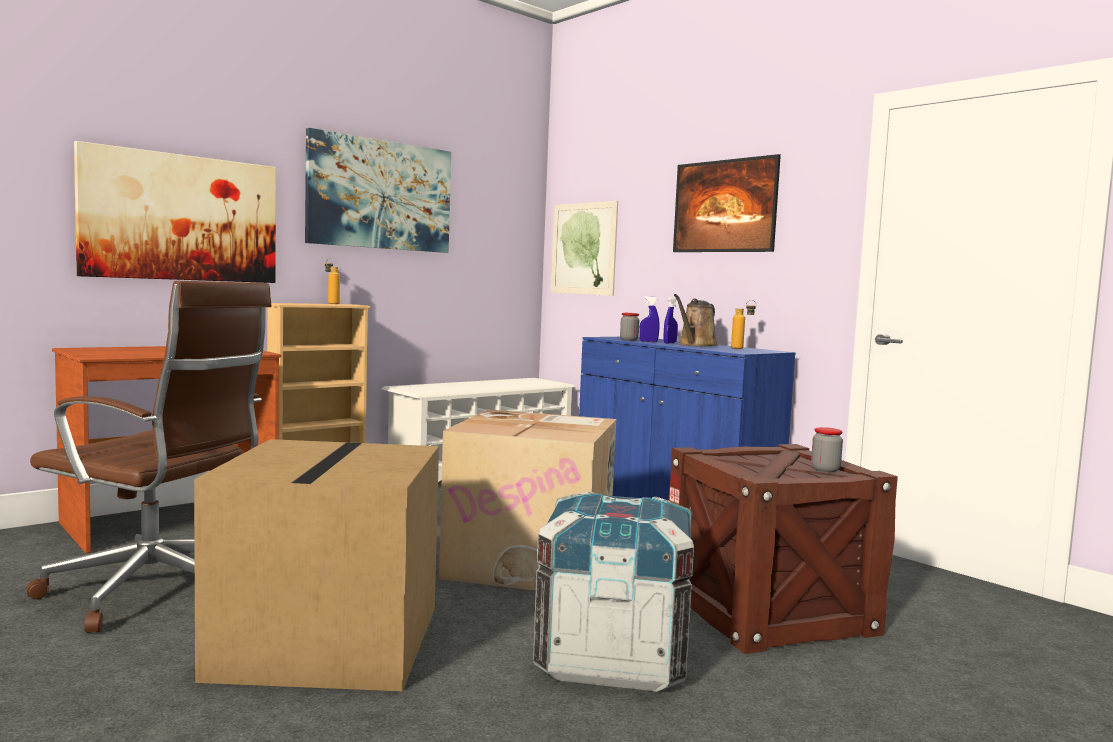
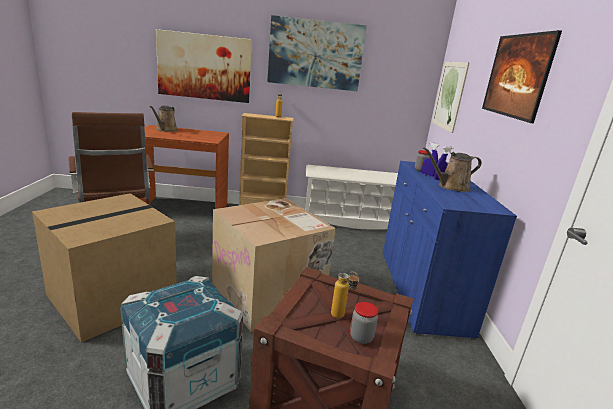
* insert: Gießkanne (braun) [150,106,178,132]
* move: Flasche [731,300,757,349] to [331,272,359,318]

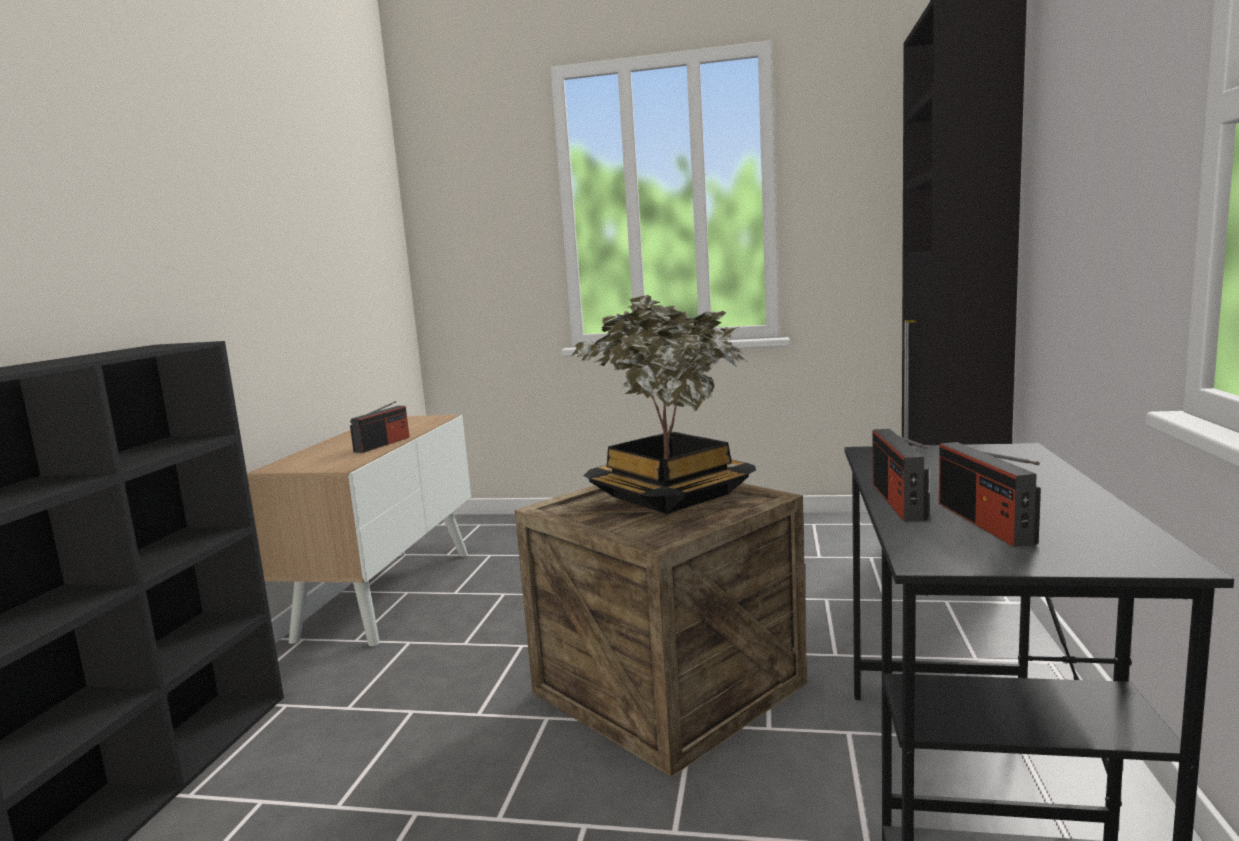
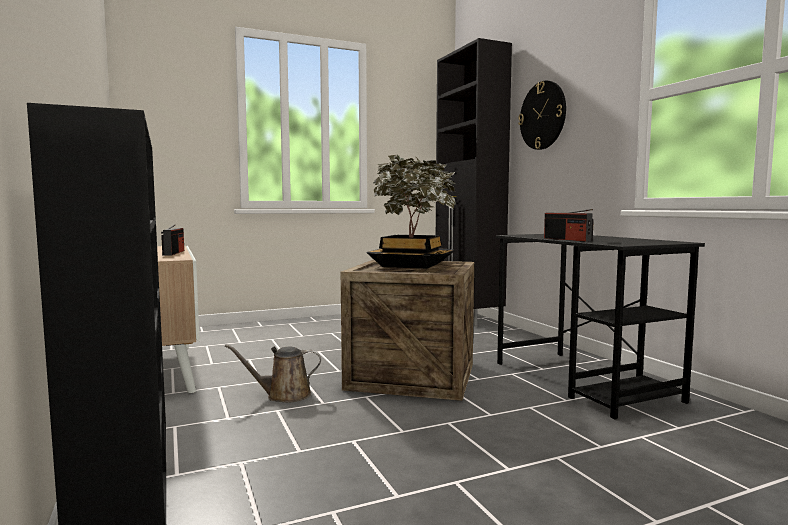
* insert: Gießkanne (braun) [225,344,321,403]
* insert: Wanduhr [518,81,566,150]
* delete: Radio [939,442,1041,547]

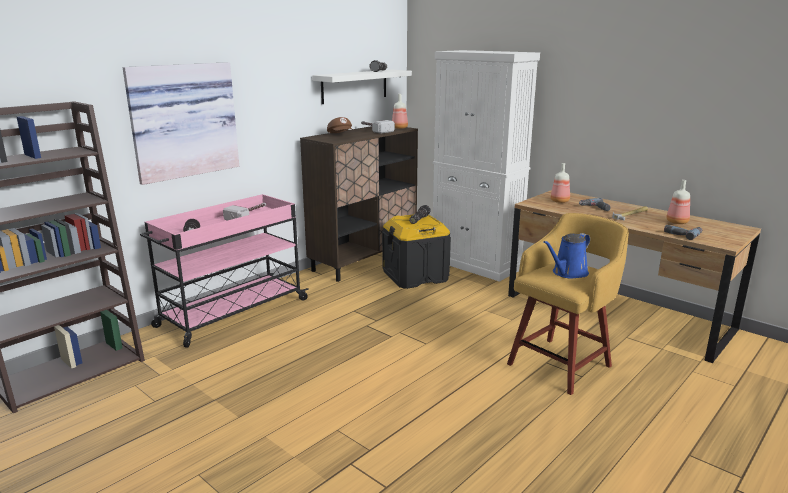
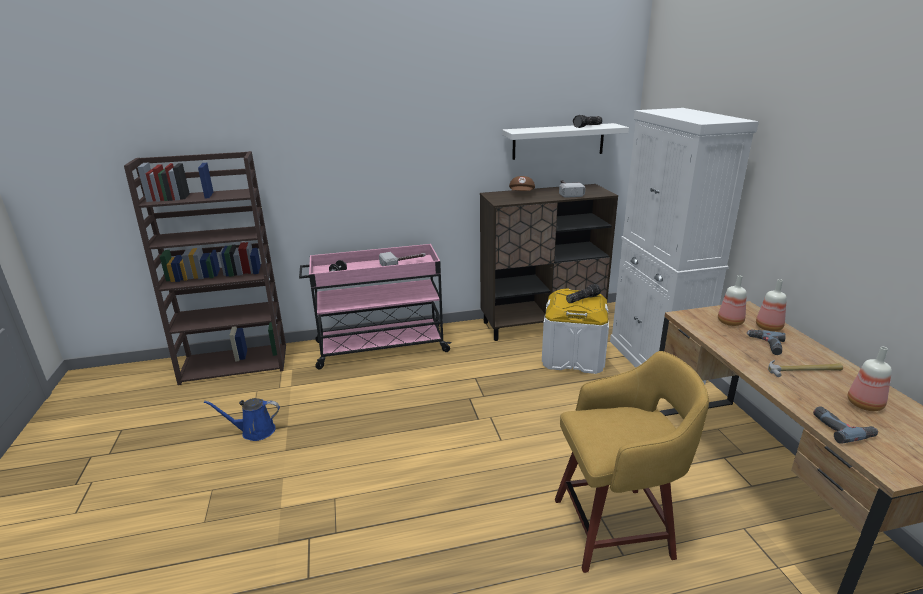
* move: Gießkanne (blau) [543,233,590,279] to [204,398,280,441]
* recolor: Aufbewahrungsbox (schwarz) [382,213,451,289] to Aufbewahrungsbox (weiß) [542,288,609,374]
* move: Flasche [392,94,408,129] to [756,279,787,331]
* delete: Bild [123,62,239,185]

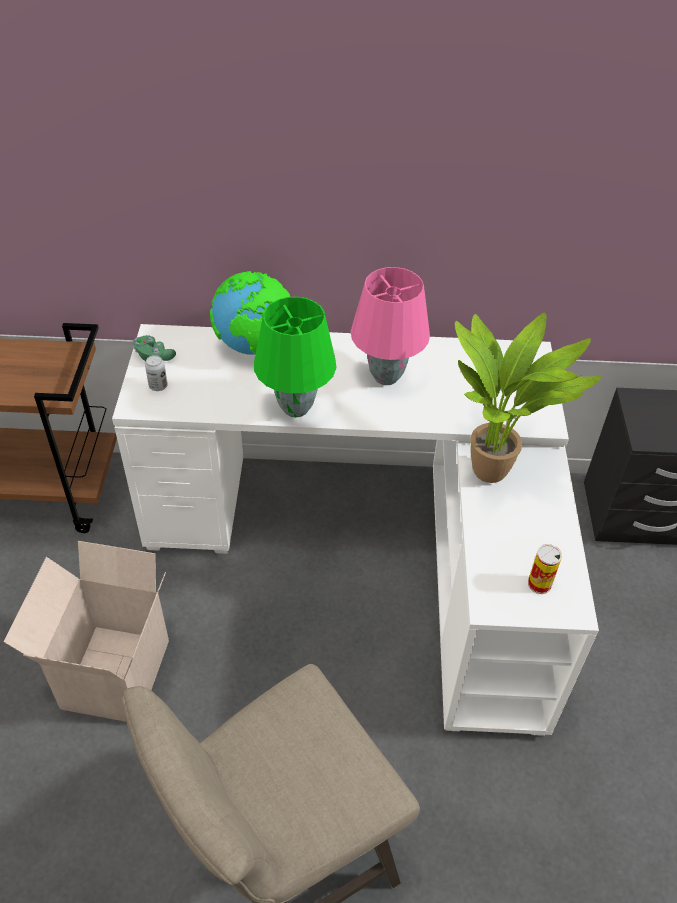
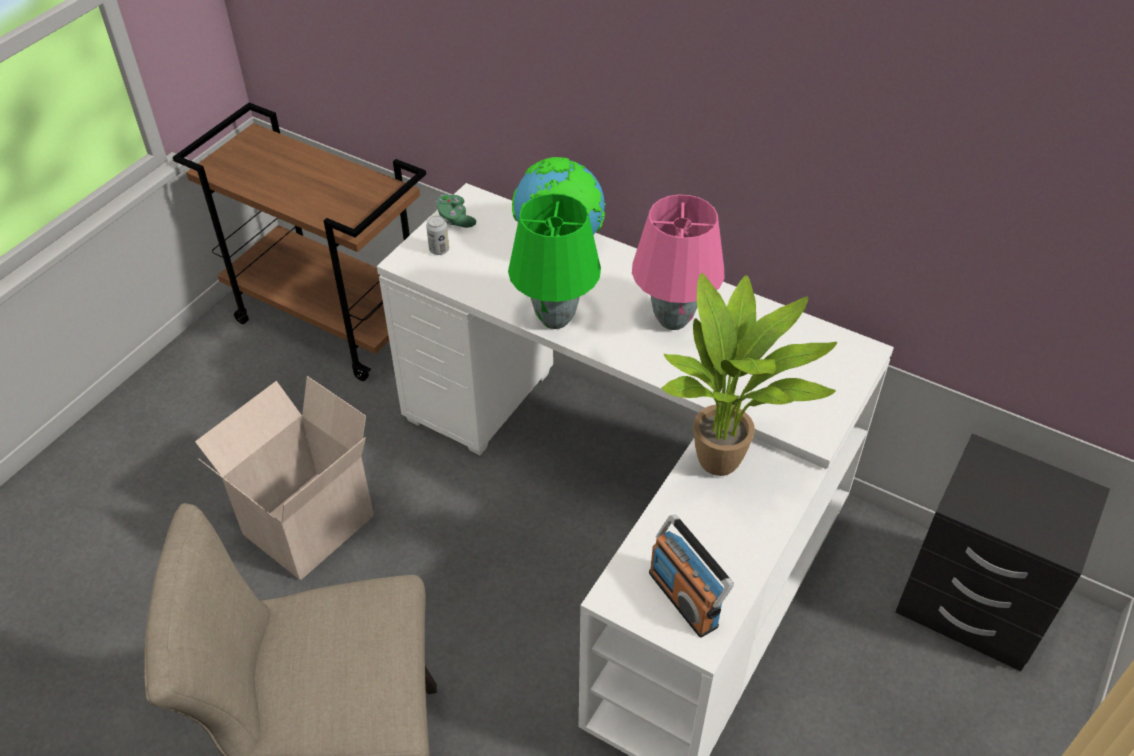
* replace: Dose [528,544,562,594] to Radio [649,515,734,638]

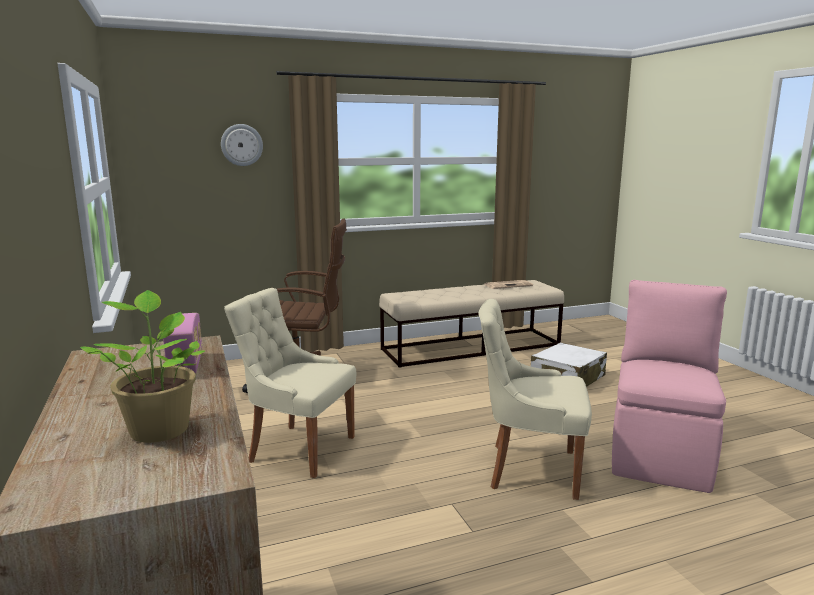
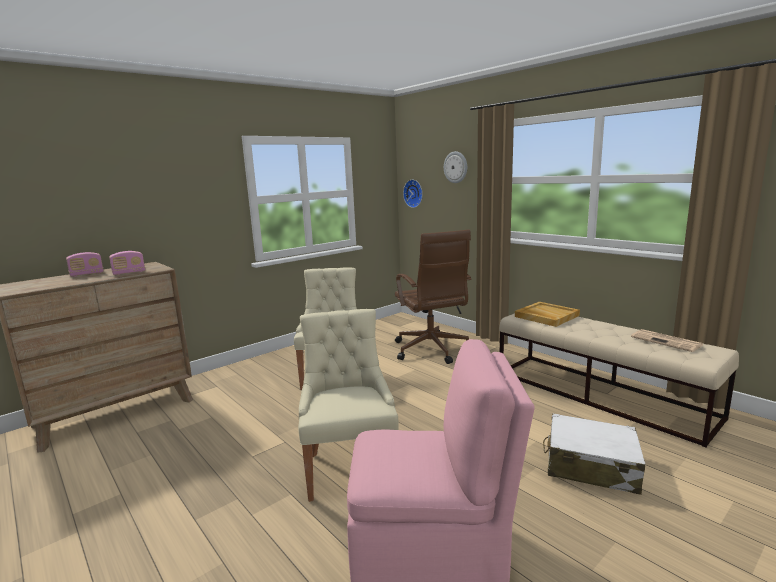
* insert: Radio [66,252,104,277]
* insert: Wanduhr [403,179,423,208]
* insert: Tablett (beige) [515,302,580,327]
* delete: Topfpflanze [80,290,206,443]

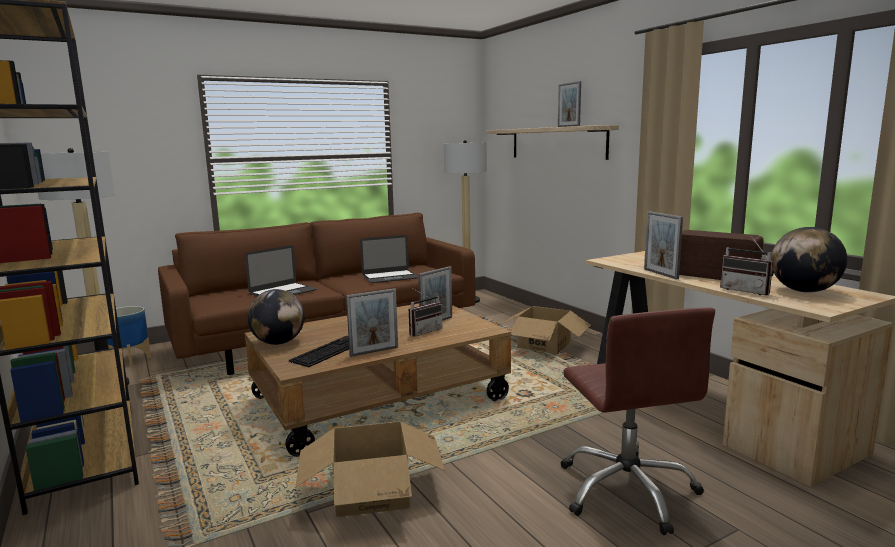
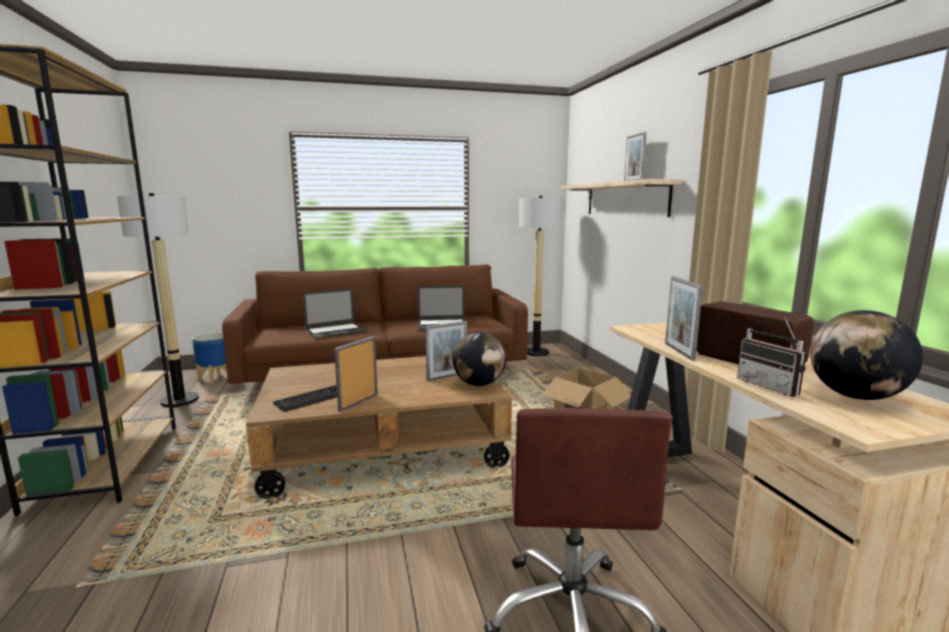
* rotate: Bilderrahmen [346,288,398,357] = [334,336,378,412] 135 degrees clockwise
* move: Globus [247,289,305,345] to [453,332,506,386]
* delete: Karton [295,421,445,517]
* delete: Radio [409,289,442,337]

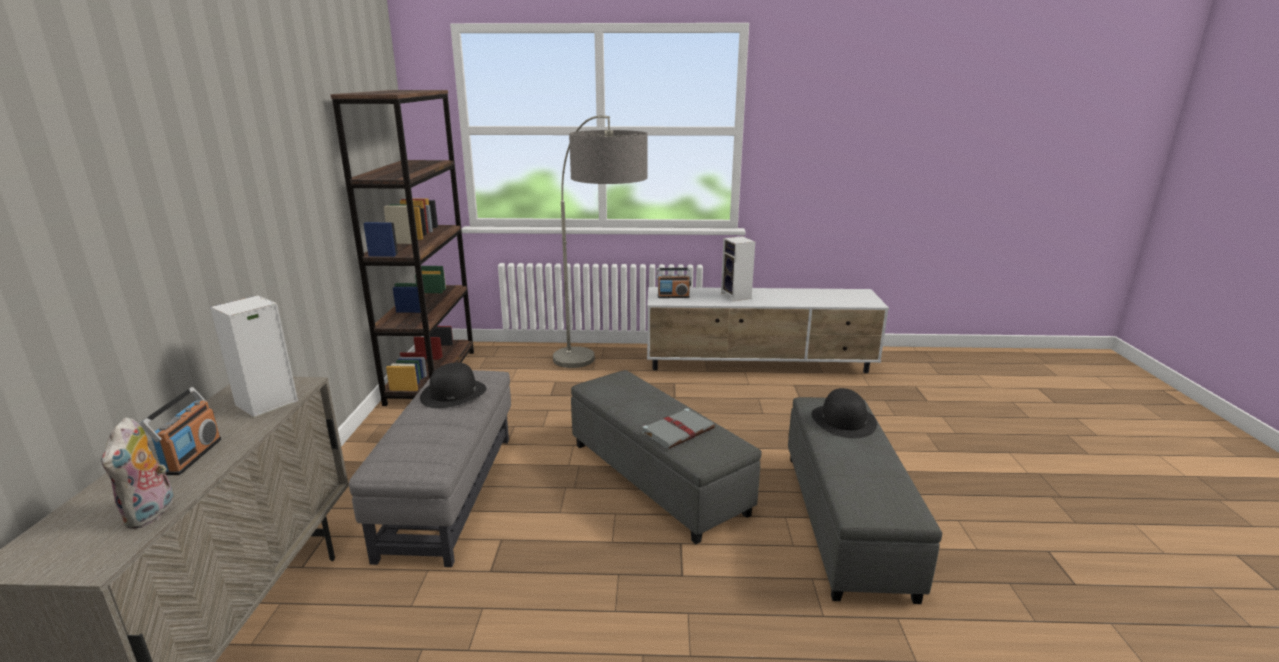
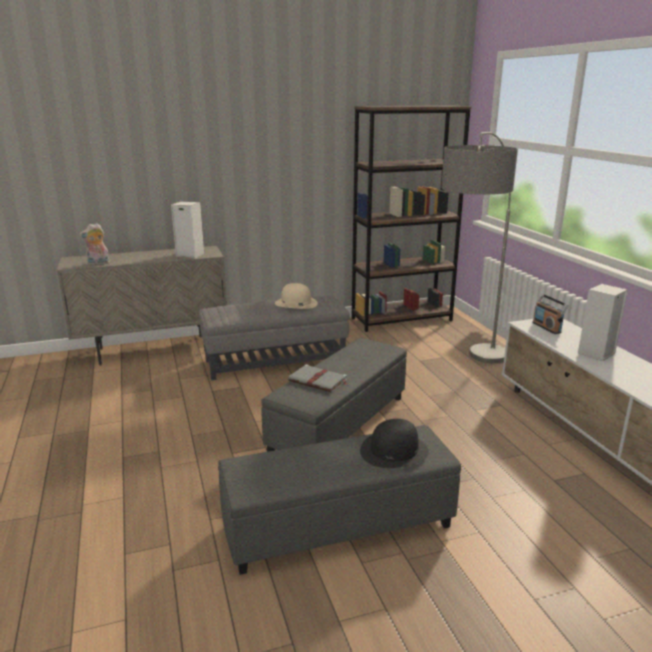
* recolor: Hut (schwarz) [420,362,487,408] to Hut (beige) [275,283,318,309]
* delete: Radio [139,387,221,475]

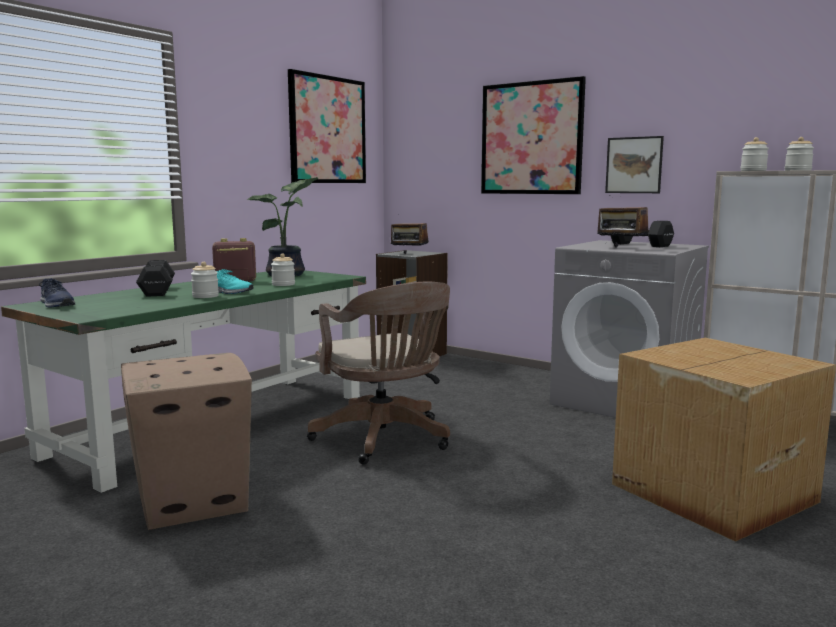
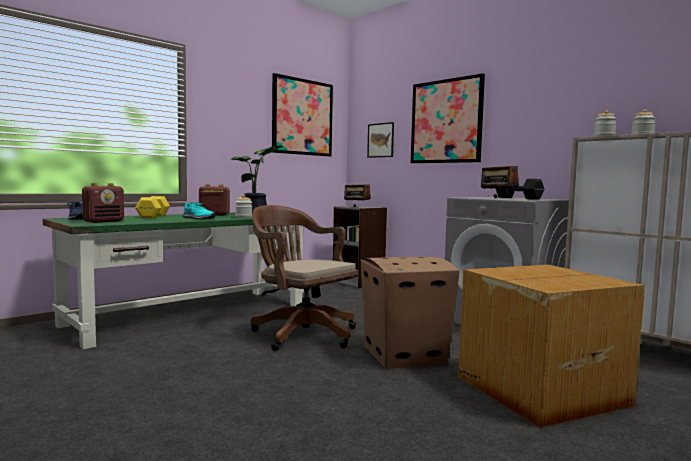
* insert: Radio [82,183,124,223]
* recolor: Hantel (schwarz) [136,260,175,297] to Hantel (gelb) [135,196,170,218]
* rotate: Bürostuhl (braun) [307,282,450,465] = [250,205,357,351] 150 degrees clockwise
* move: Karton [121,353,252,530] to [361,257,460,369]
* move: Bild [605,136,664,193] to [367,122,394,158]
* delete: Vorratsglas [191,262,219,298]

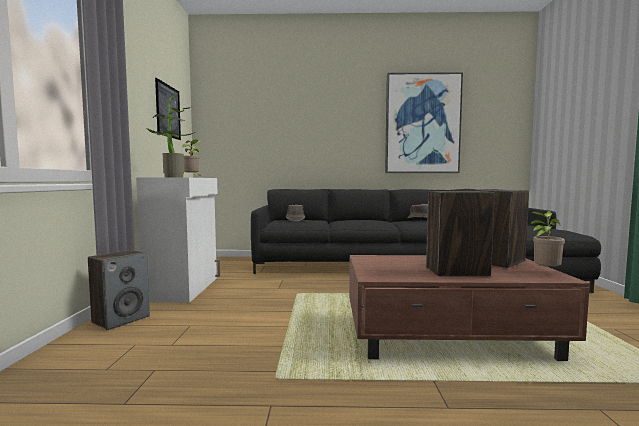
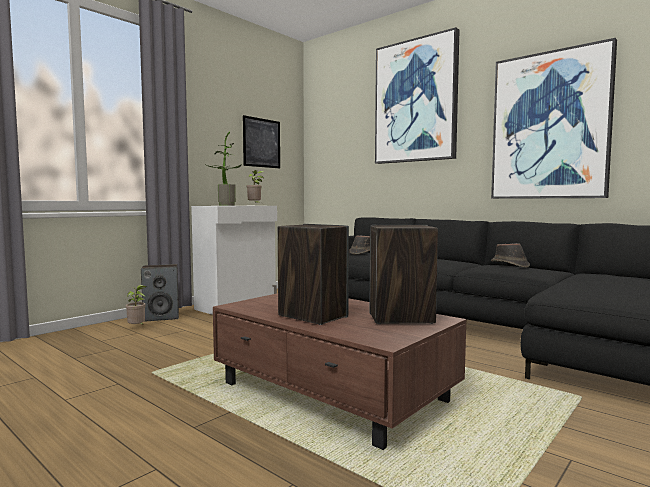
* move: Topfpflanze [530,211,565,269] to [125,285,146,325]
* insert: Bild [375,27,460,164]

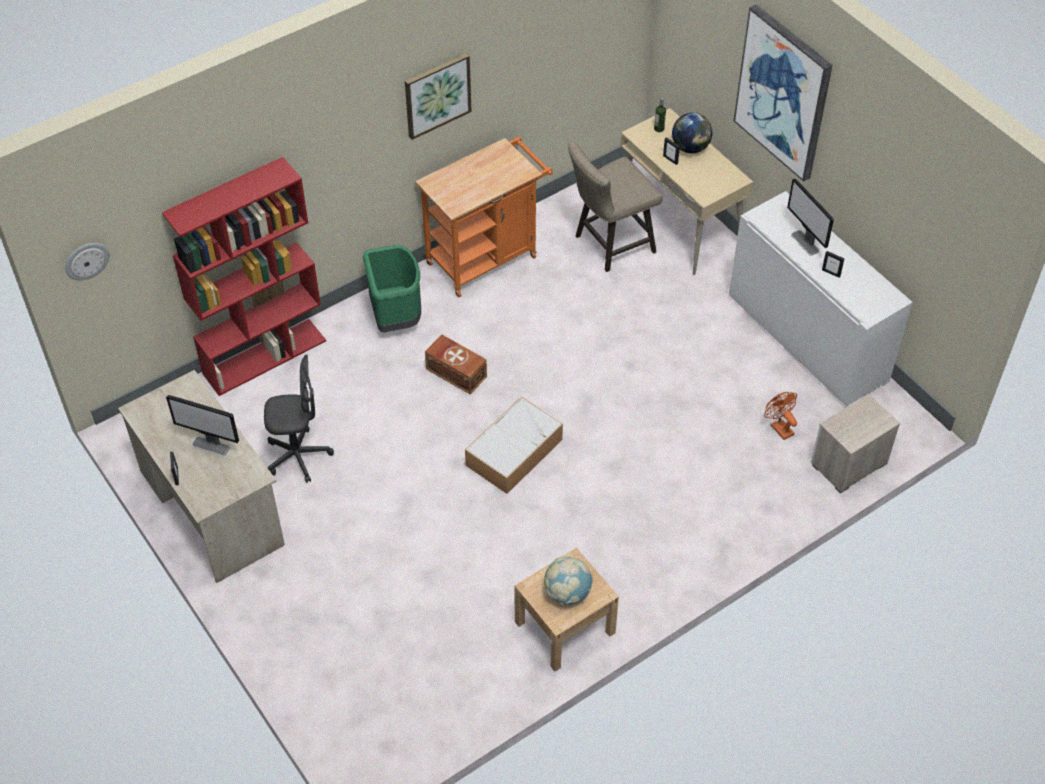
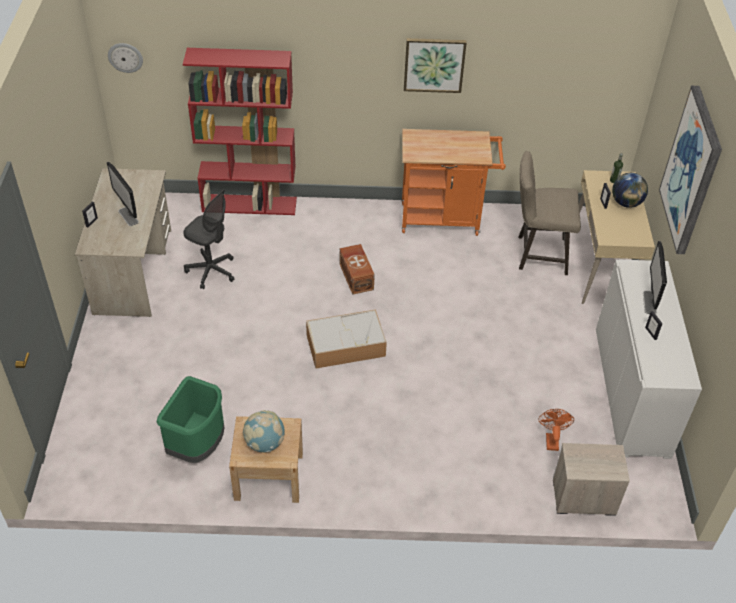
* move: Mülleimer (grün) [363,245,421,333] to [157,376,224,463]

